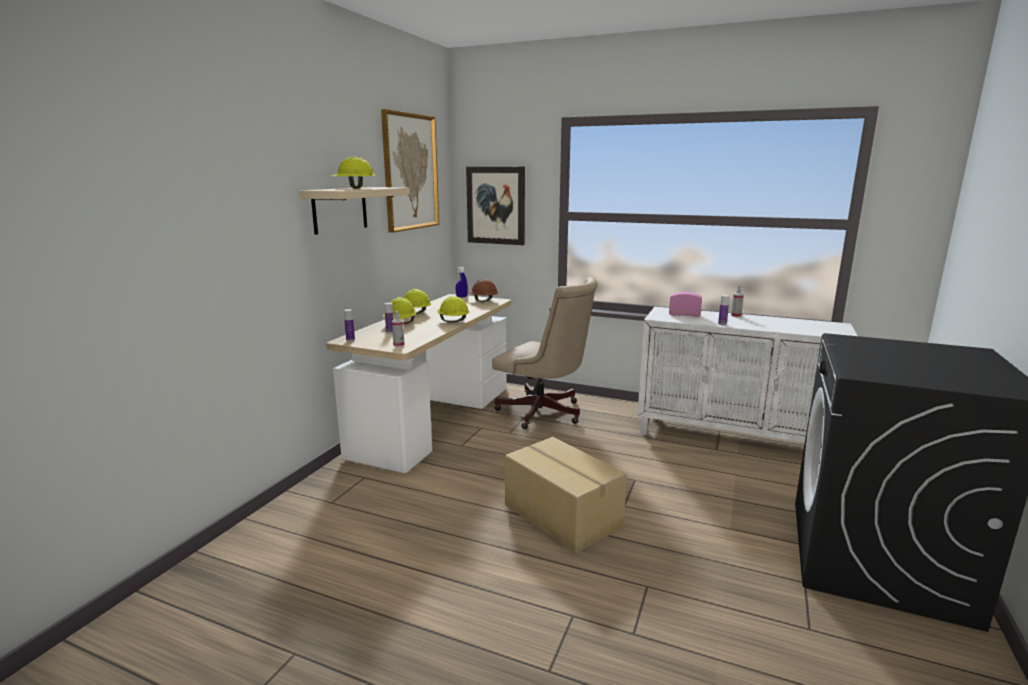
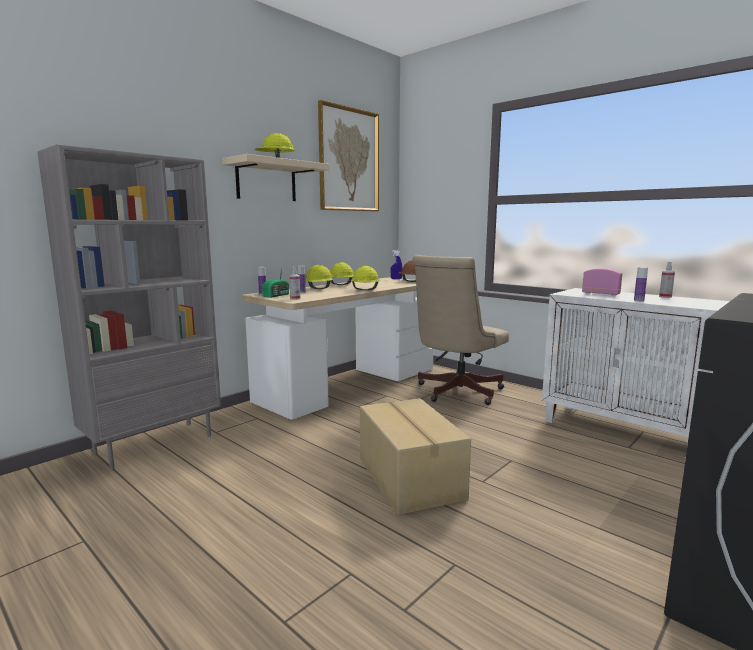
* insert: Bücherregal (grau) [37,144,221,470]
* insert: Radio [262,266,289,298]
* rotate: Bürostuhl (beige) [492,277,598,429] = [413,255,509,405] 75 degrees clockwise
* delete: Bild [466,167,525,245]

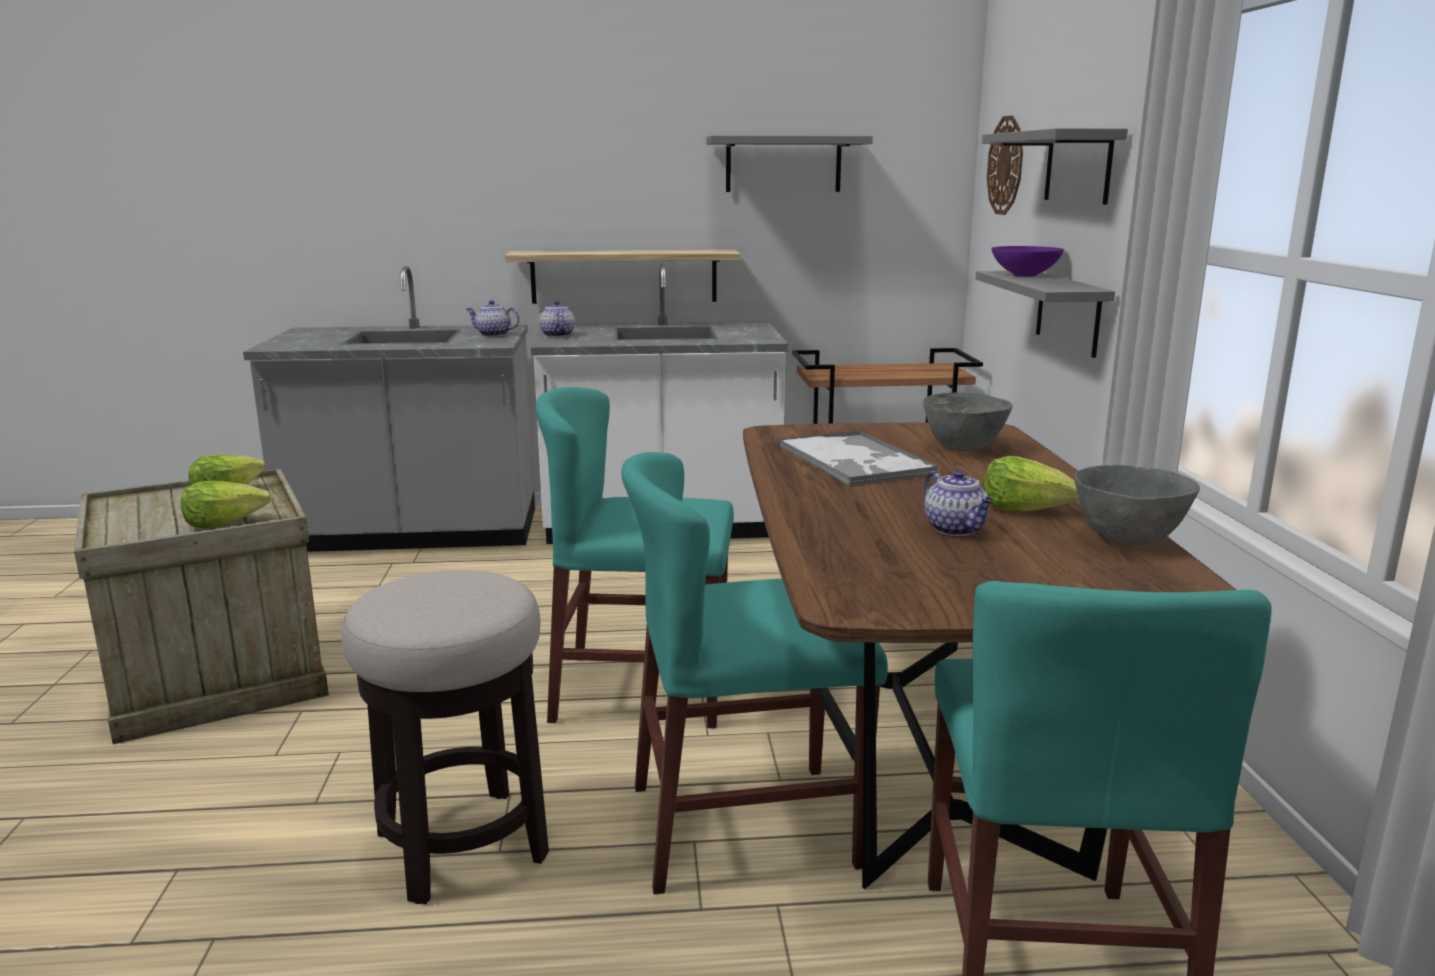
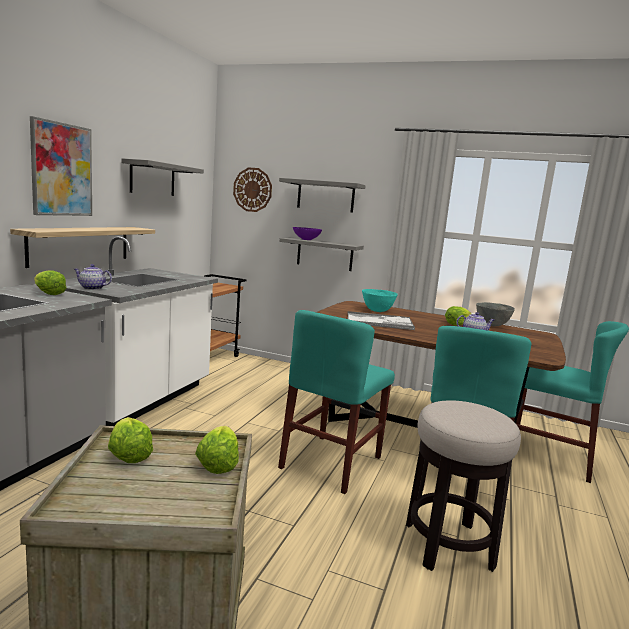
* insert: Bild [30,116,92,216]
* replace: Teekanne [466,300,520,336] to Salatkopf [34,270,66,295]
* recolor: Schüssel (grau) [923,393,1013,451] to Schüssel (türkis) [362,289,398,312]

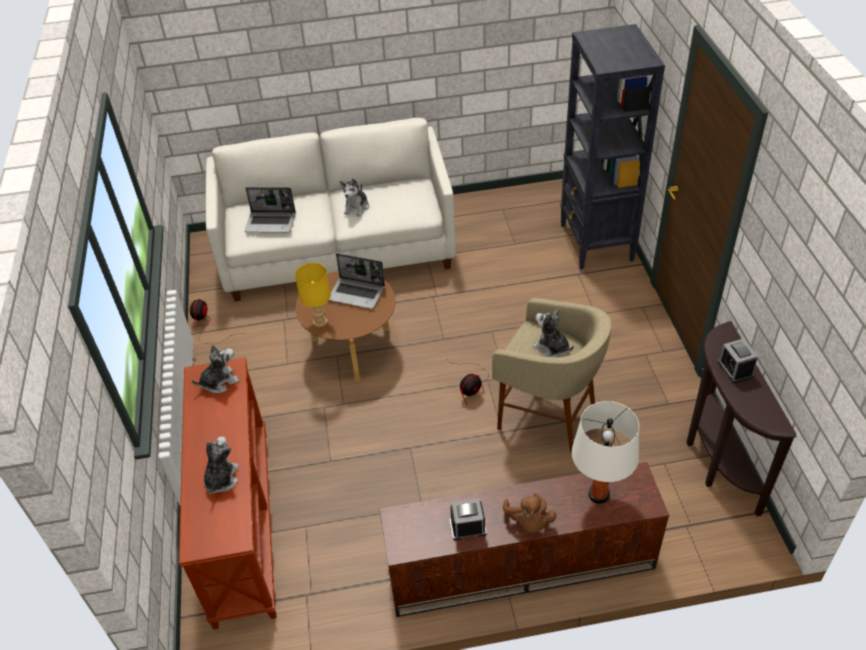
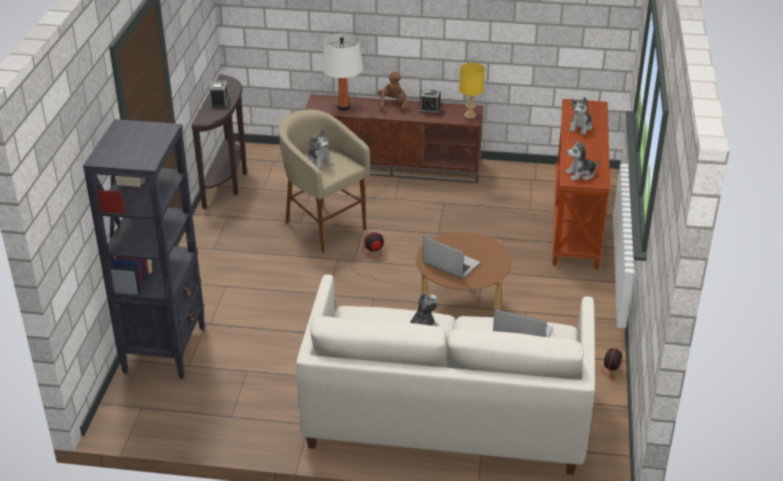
* move: Tischlampe (gelb) [295,263,331,328] to [459,63,485,119]

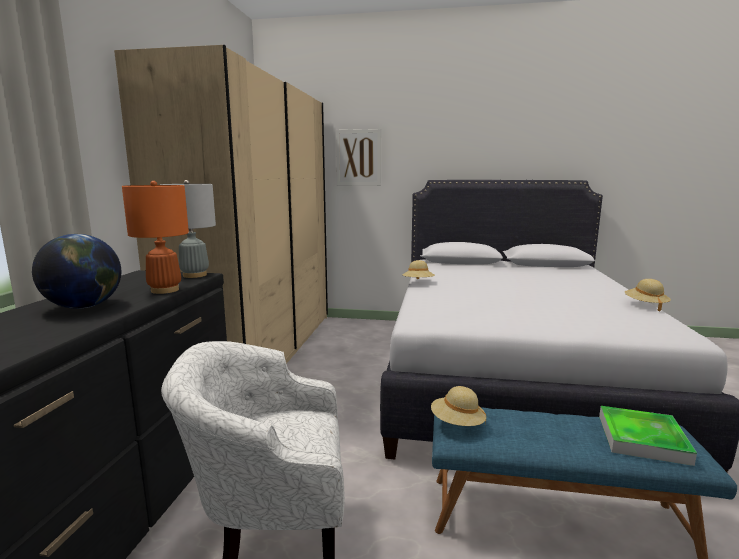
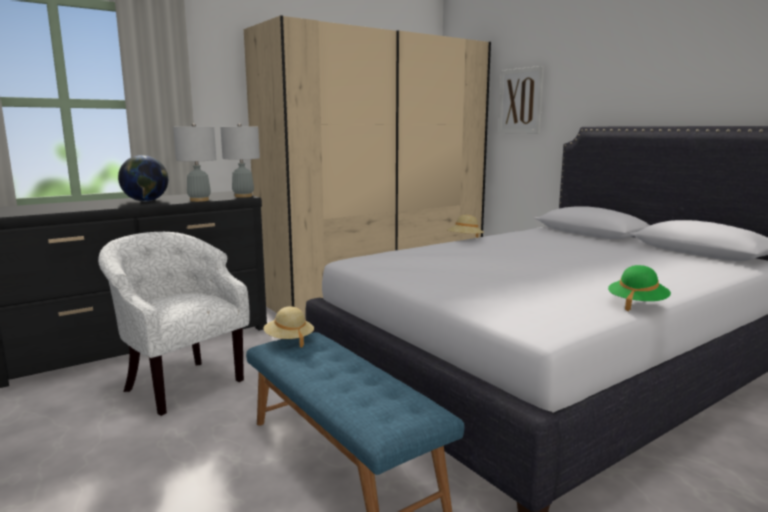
* recolor: Tischlampe (orange) [122,181,189,294] to Tischlampe (grau) [173,123,216,202]
* recolor: Hut (beige) [625,279,671,311] to Hut (grün) [608,265,671,312]
* delete: Tablett [599,406,697,466]

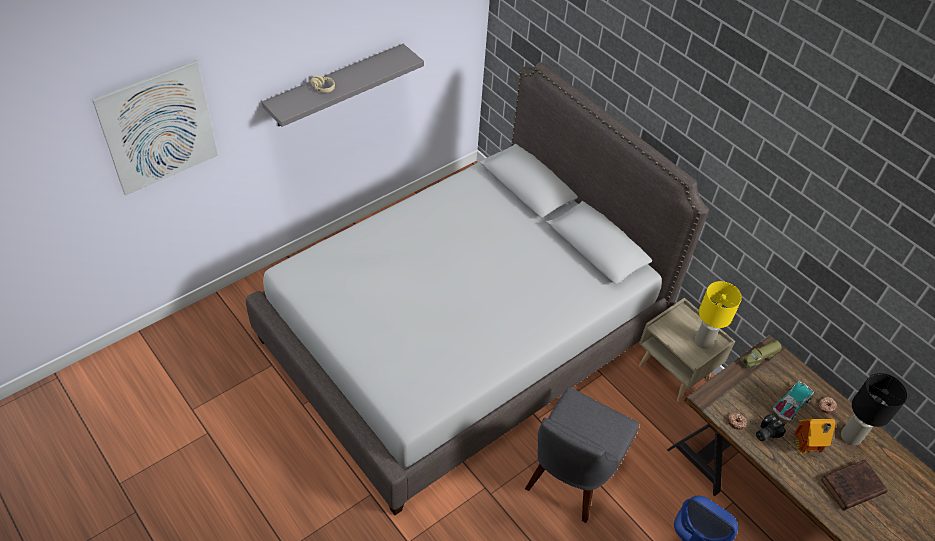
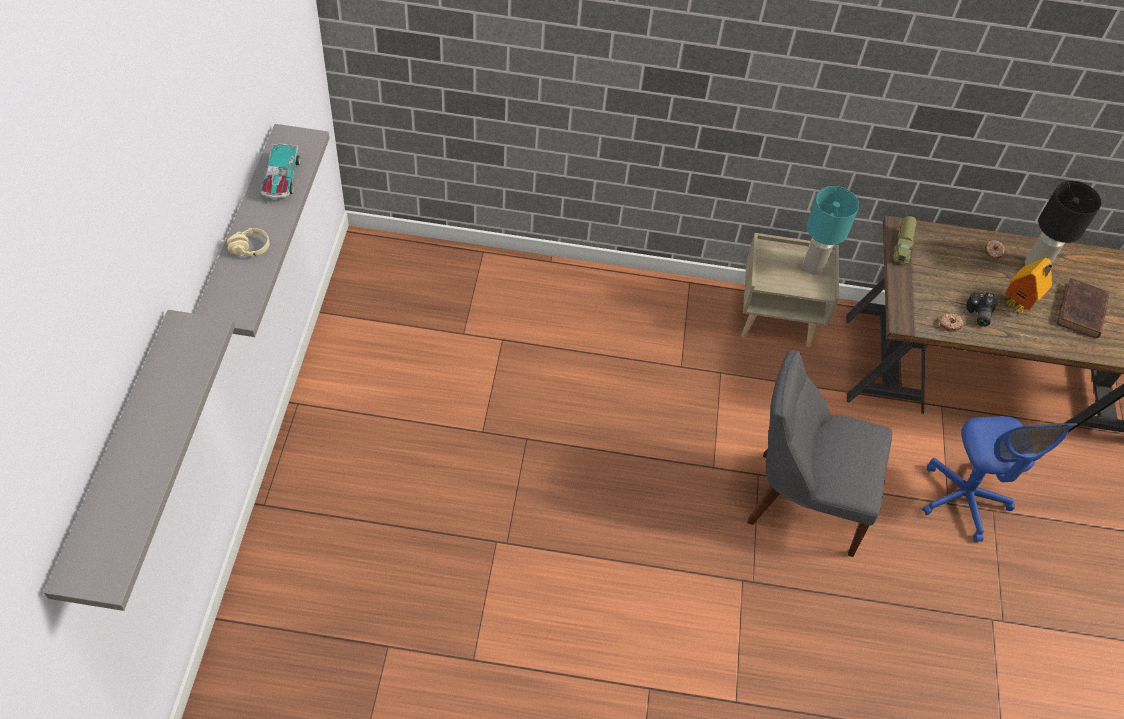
* replace: Bild [92,60,218,195] to Wandregal (grau) [44,310,235,611]
* move: Spielzeugauto [773,381,814,421] to [260,144,300,199]
* rotate: Stuhl (grau) [525,387,639,523] = [747,350,892,557] 120 degrees clockwise
* recolor: Tischlampe (gelb) [695,281,742,349] to Tischlampe (türkis) [803,186,859,275]
* delete: Bett (grau) [246,63,709,515]

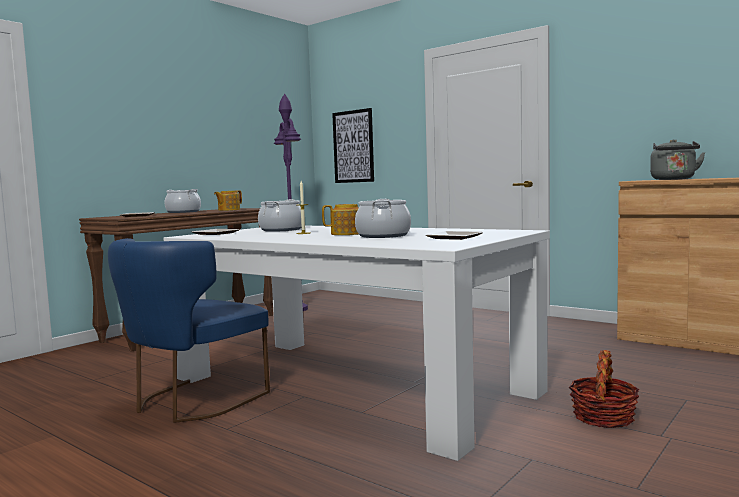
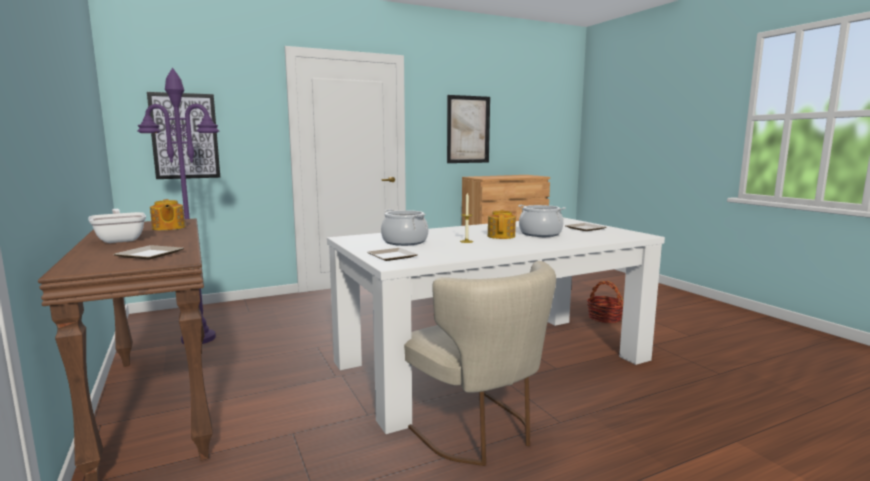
* replace: Kochtopf [165,189,201,213] to Pfanne [88,209,146,243]
* recolor: Stuhl (blau) [108,238,270,423] to Stuhl (beige) [404,261,556,466]
* insert: Bild [447,95,490,163]
* delete: Wasserkessel (grau) [650,139,706,180]

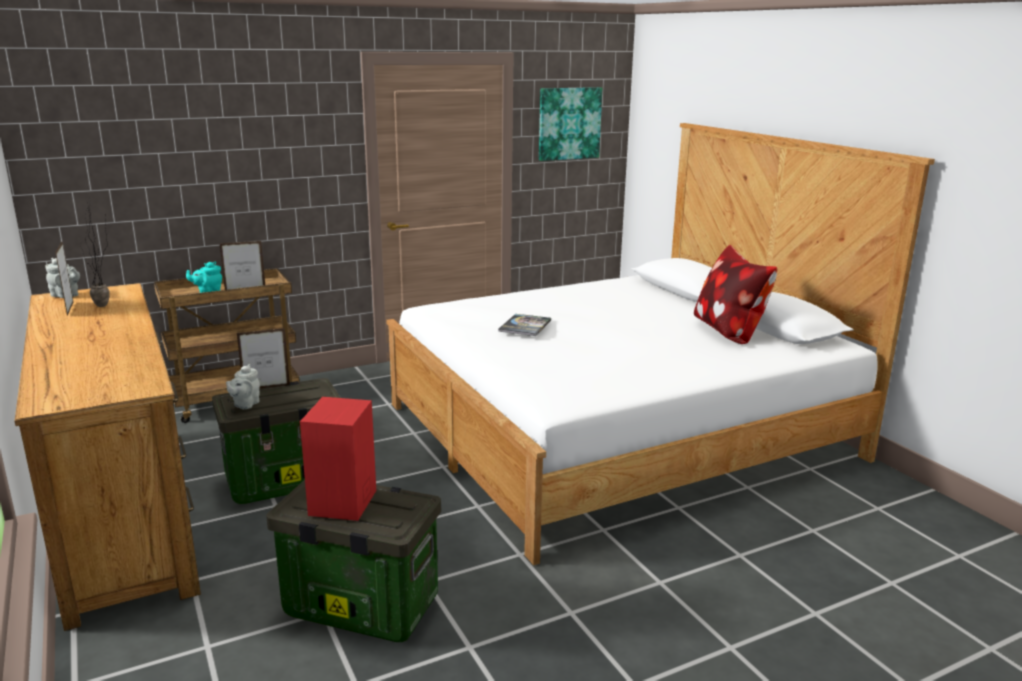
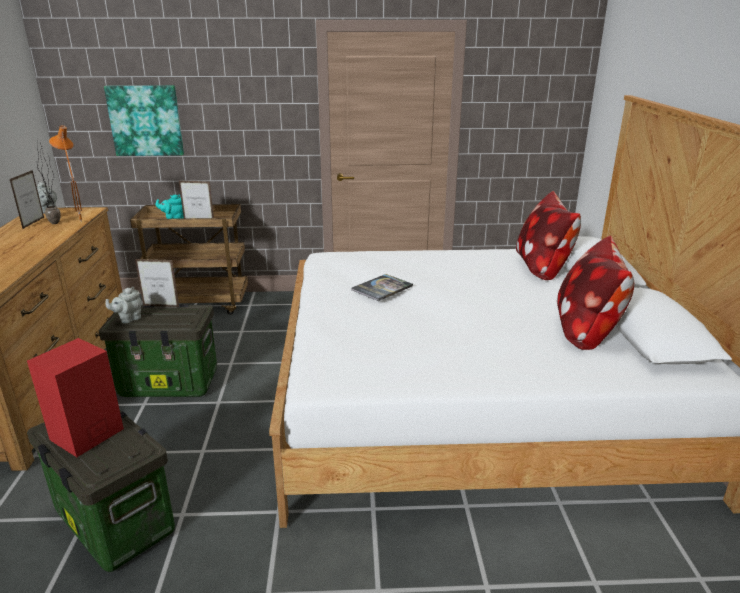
* insert: Tischlampe (orange) [49,125,82,223]
* move: Bild [539,87,602,161] to [104,85,184,156]
* insert: Kissen [516,191,581,280]

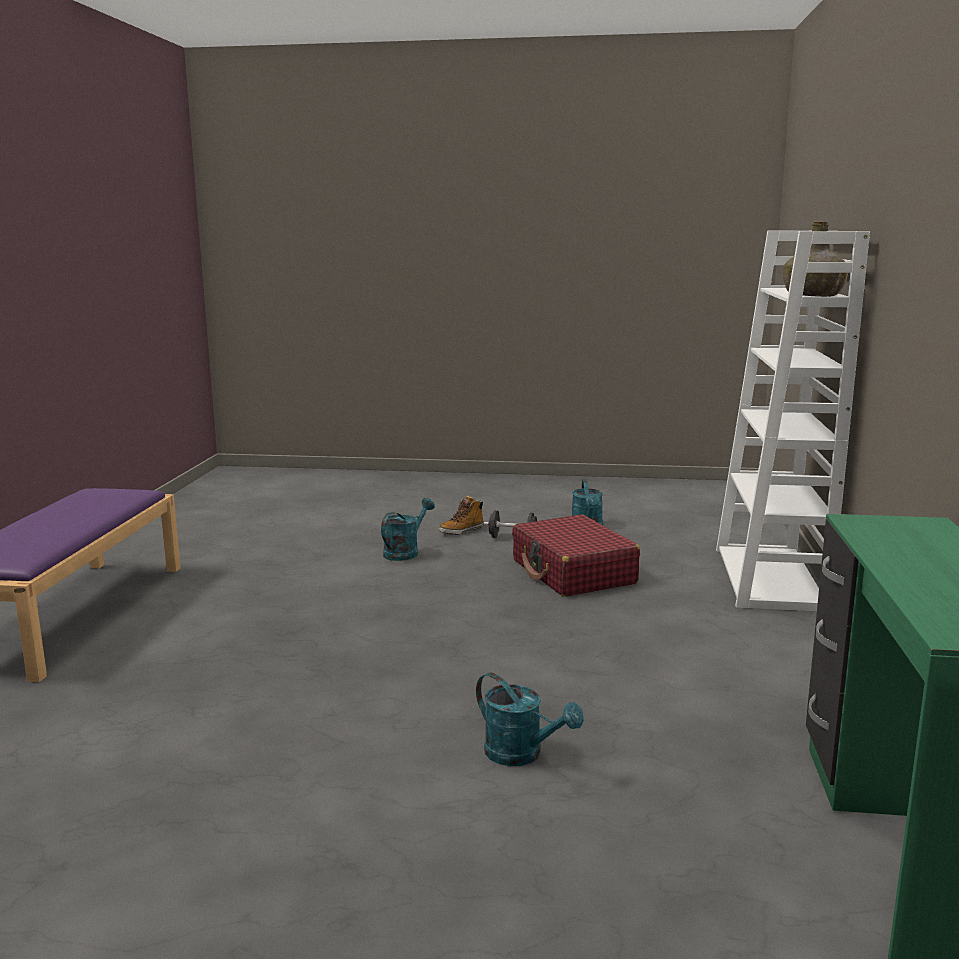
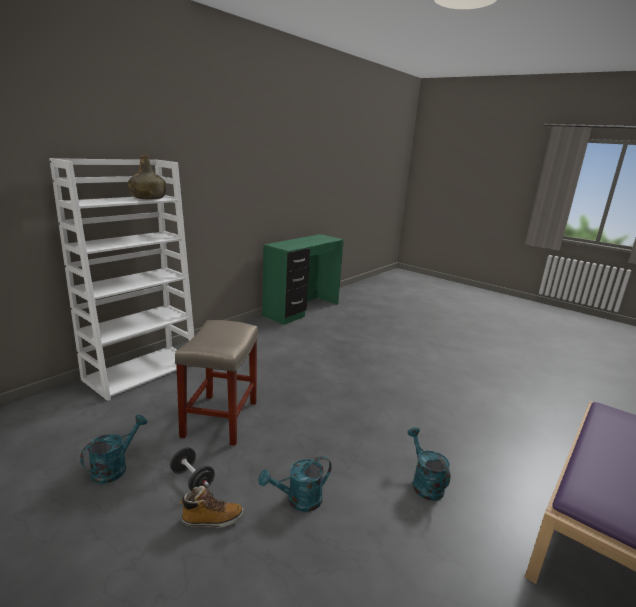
* replace: Koffer (rot) [512,514,640,597] to Hocker (beige) [175,320,258,446]
* move: Gießkanne (türkis) [476,672,584,766] to [407,427,450,501]

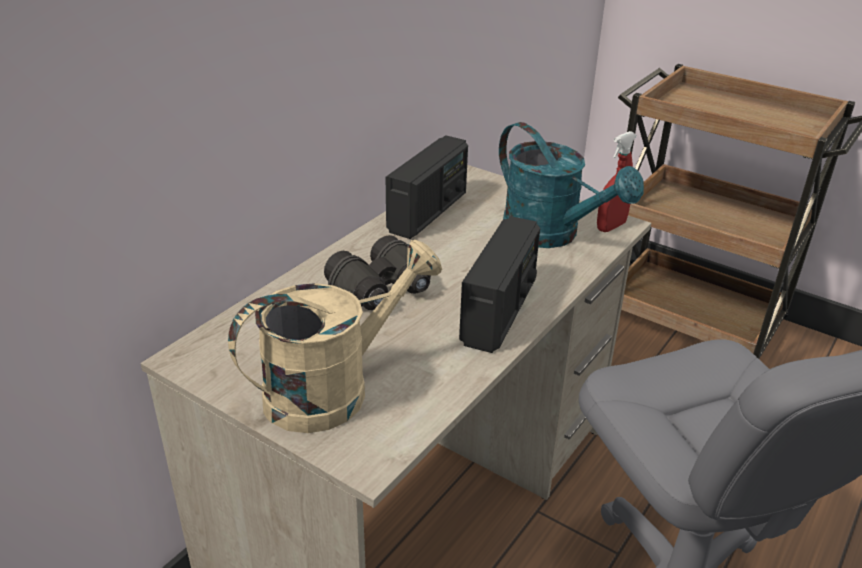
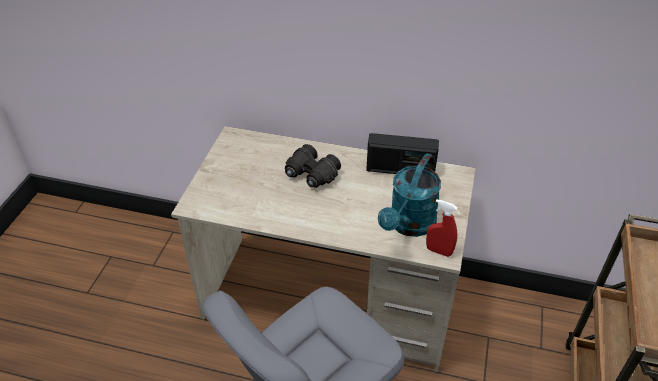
* delete: Gießkanne (beige) [228,240,442,433]
* delete: Radio [459,216,540,353]

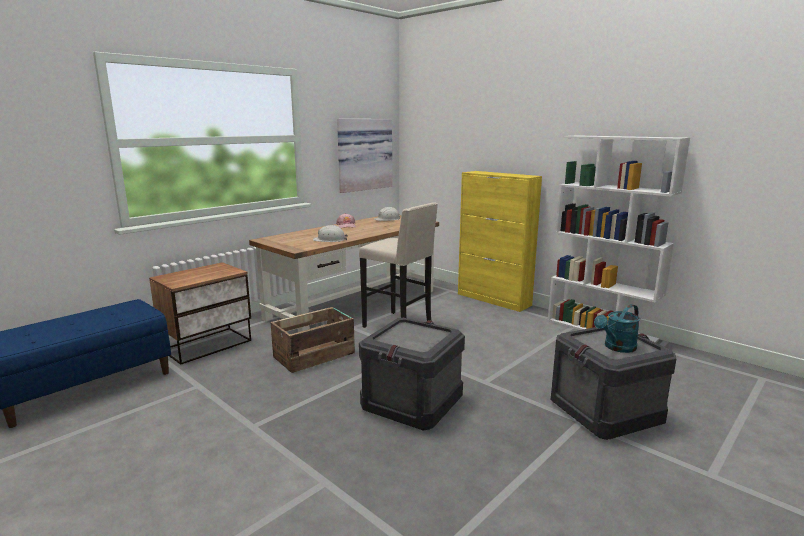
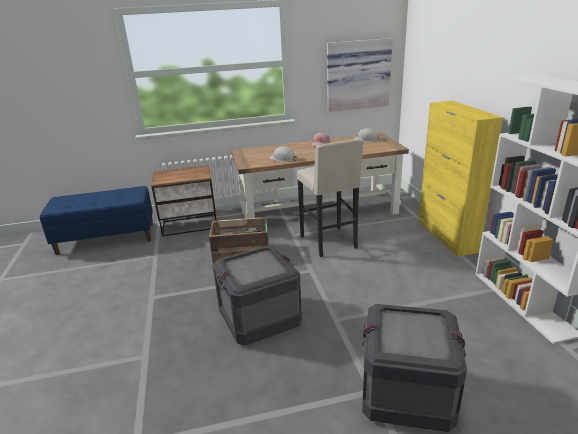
* delete: Gießkanne (türkis) [594,304,640,353]

